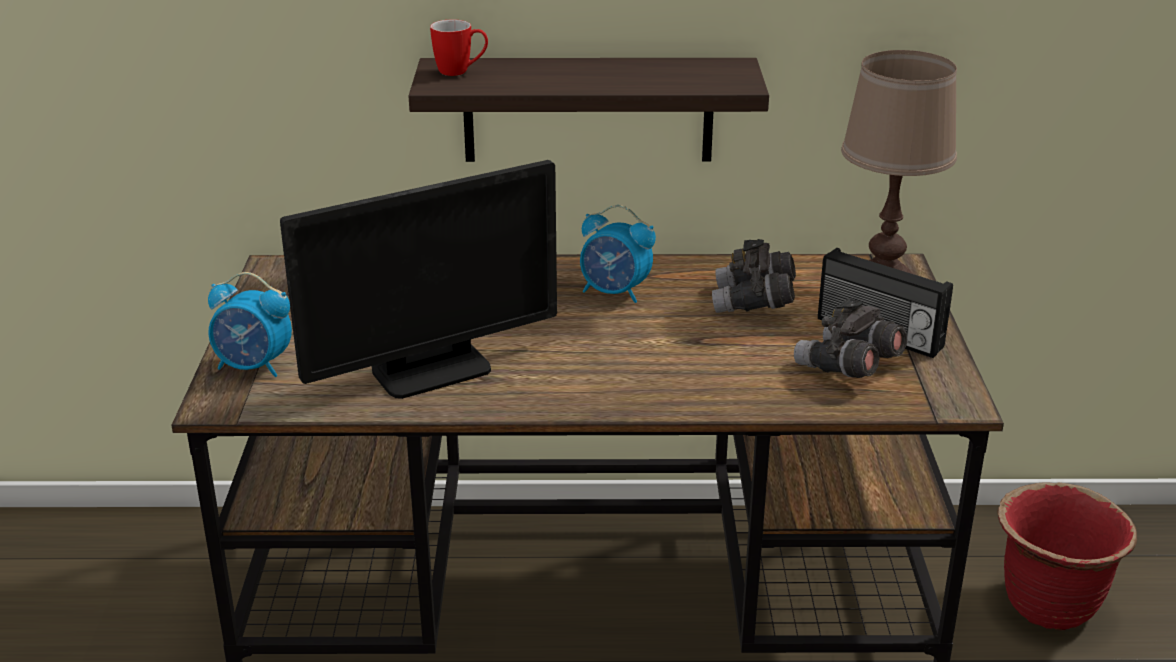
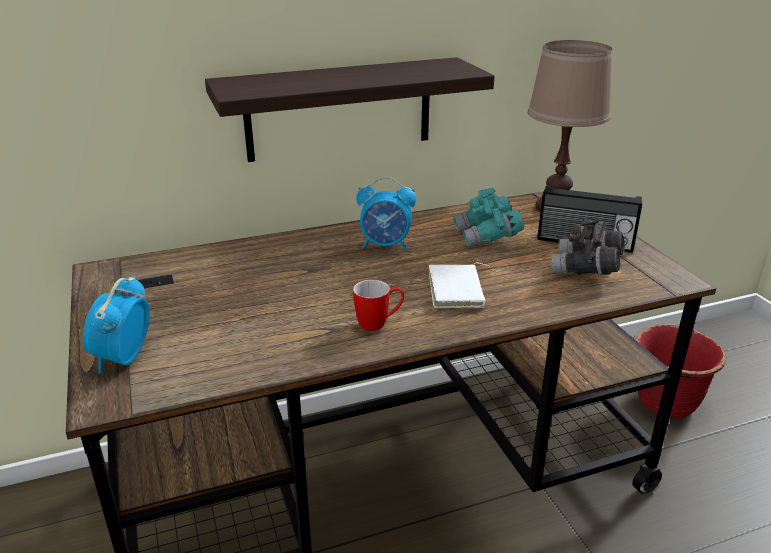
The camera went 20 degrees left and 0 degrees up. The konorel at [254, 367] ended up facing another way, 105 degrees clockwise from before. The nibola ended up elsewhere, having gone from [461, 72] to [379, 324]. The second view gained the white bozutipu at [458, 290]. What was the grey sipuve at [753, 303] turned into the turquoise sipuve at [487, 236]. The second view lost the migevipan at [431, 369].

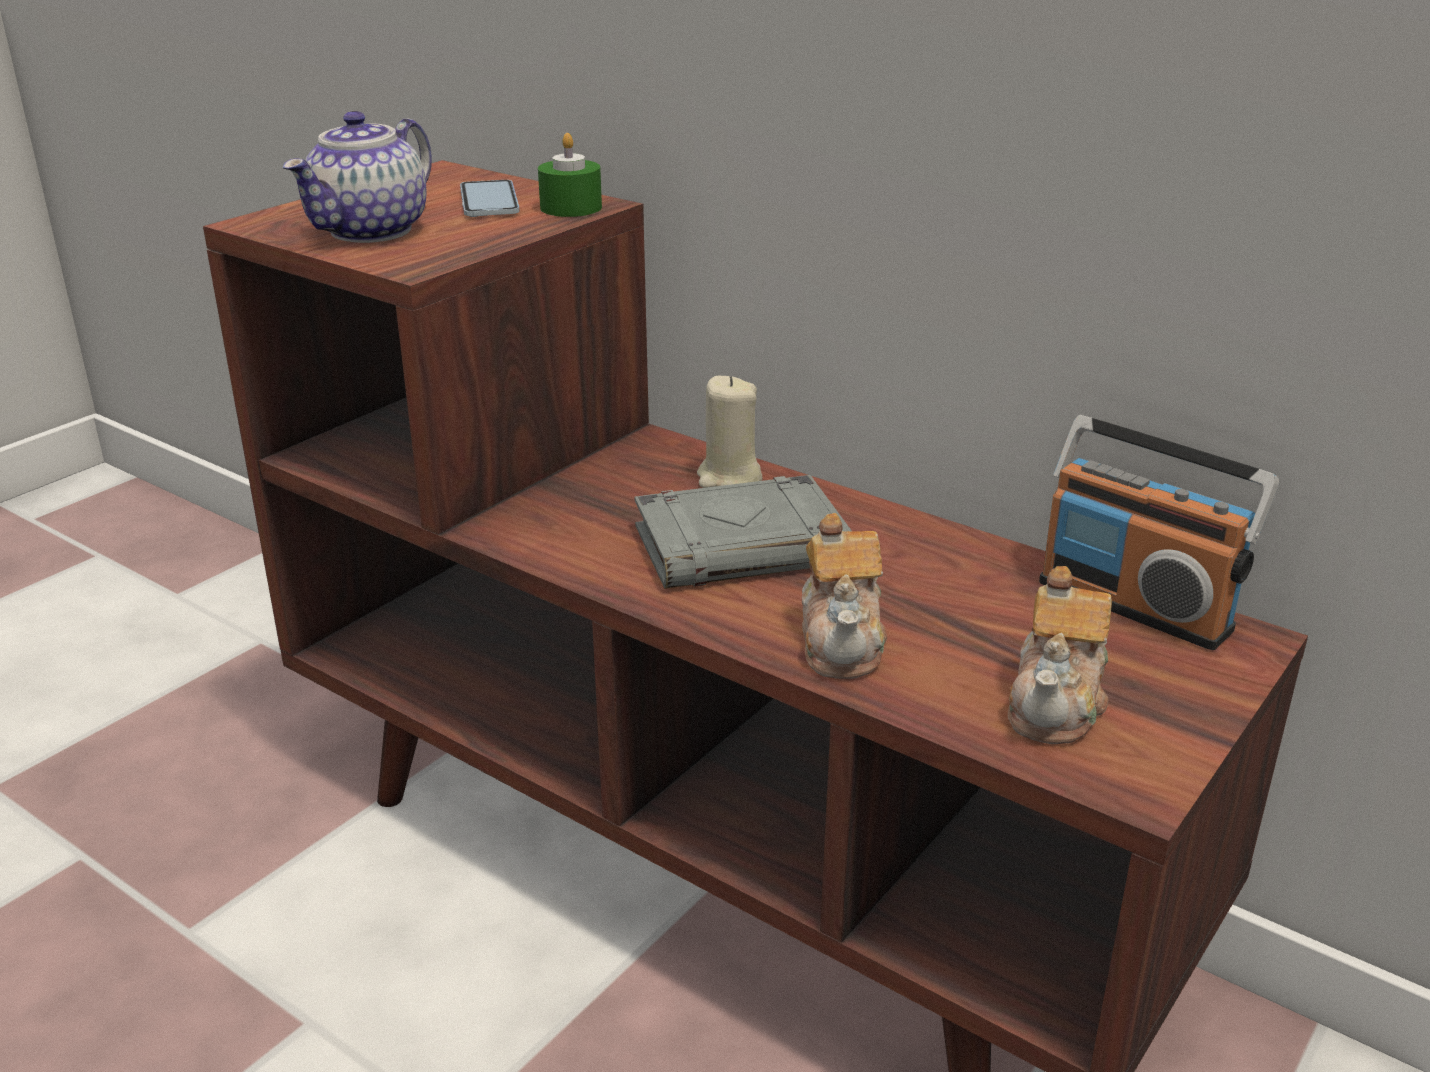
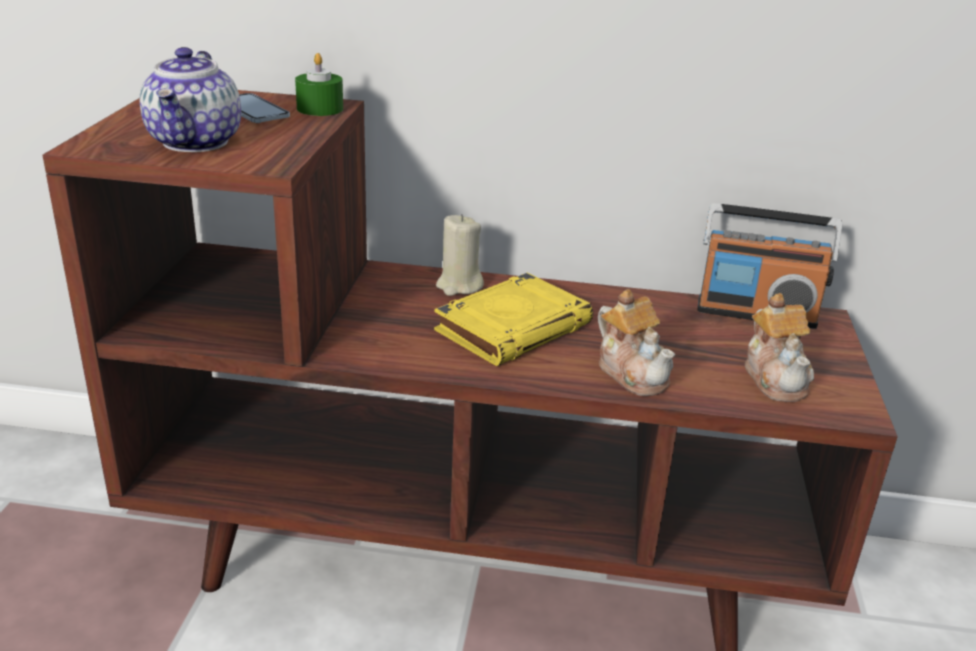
The camera went 30 degrees left and 0 degrees up. What was the grey bozutipu at [743, 545] turned into the yellow bozutipu at [514, 327].

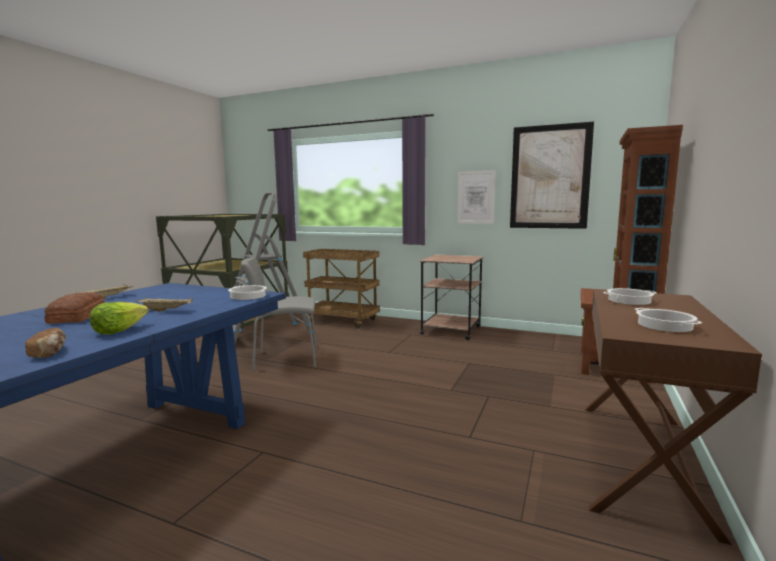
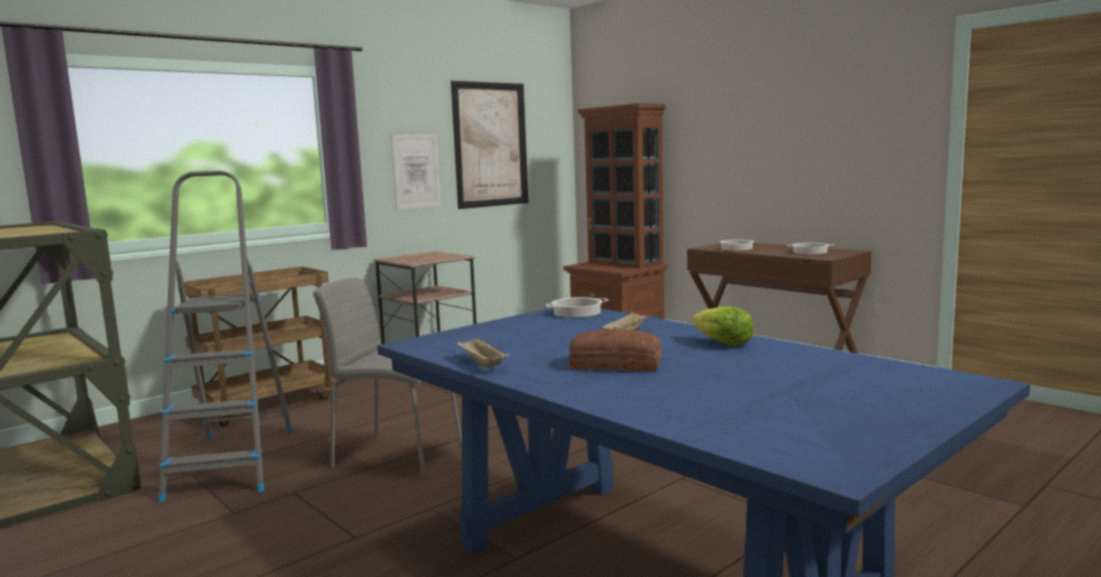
The camera went 65 degrees left and 0 degrees up. The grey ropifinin at [283, 359] ended up facing another way, 90 degrees clockwise from before. The second view lost the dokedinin at [49, 353].

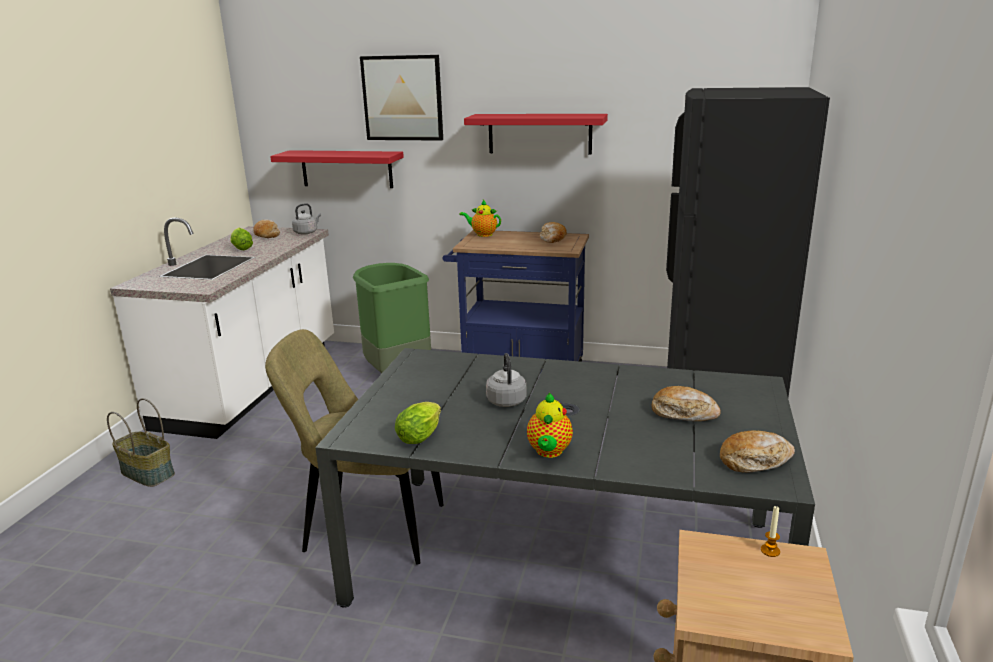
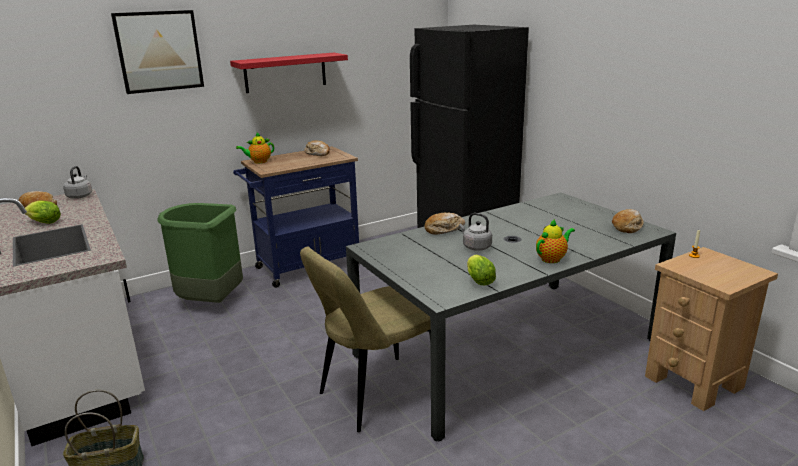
The camera went 45 degrees left and 0 degrees up. The dokedinin ended up elsewhere, having gone from [684, 413] to [444, 229]. The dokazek at [549, 452] ended up facing another way, 90 degrees counterclockwise from before. The second view lost the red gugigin at [346, 169].

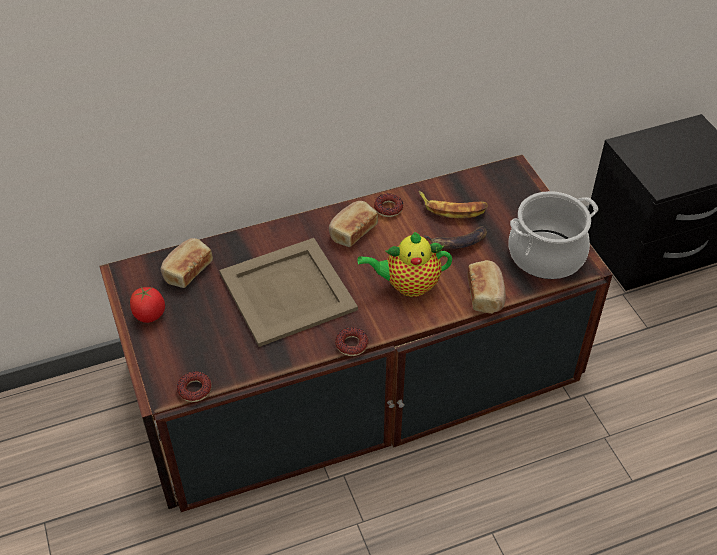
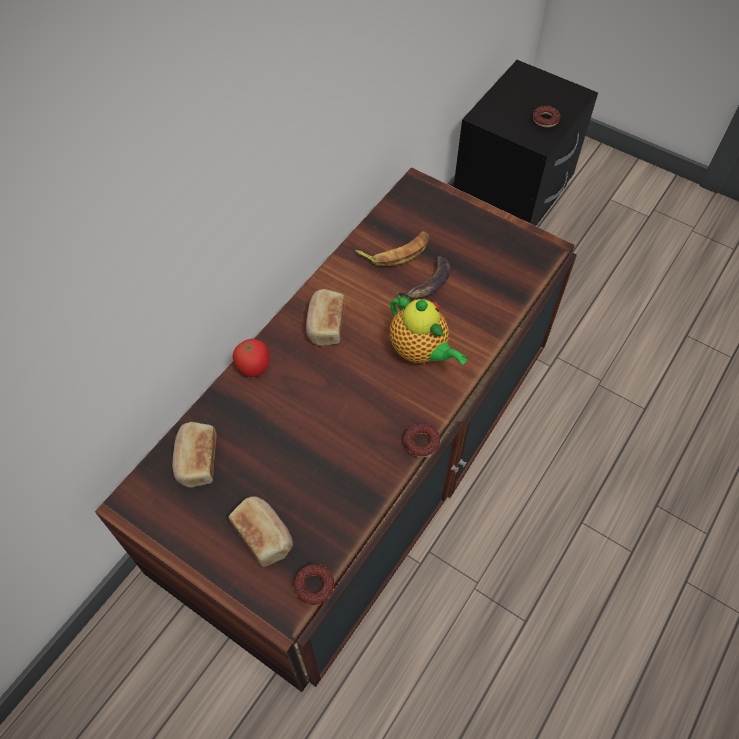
The camera went 35 degrees left and 10 degrees up. The dokedinin ended up elsewhere, having gone from [486, 294] to [264, 535]. The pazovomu ended up elsewhere, having gone from [150, 315] to [254, 367]. The dokazek at [408, 285] ended up facing another way, 90 degrees counterclockwise from before. The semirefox ended up elsewhere, having gone from [388, 208] to [545, 119]. The second view lost the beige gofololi at [289, 292]. The second view lost the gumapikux at [546, 254].

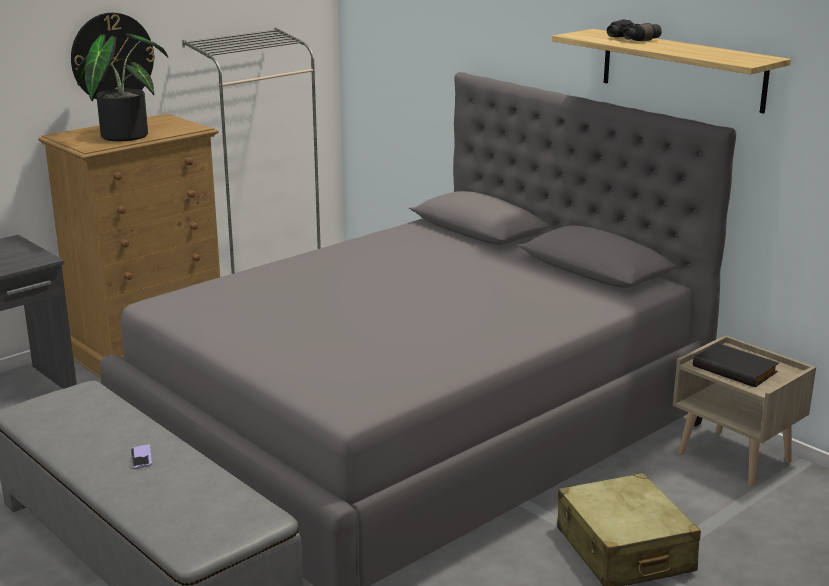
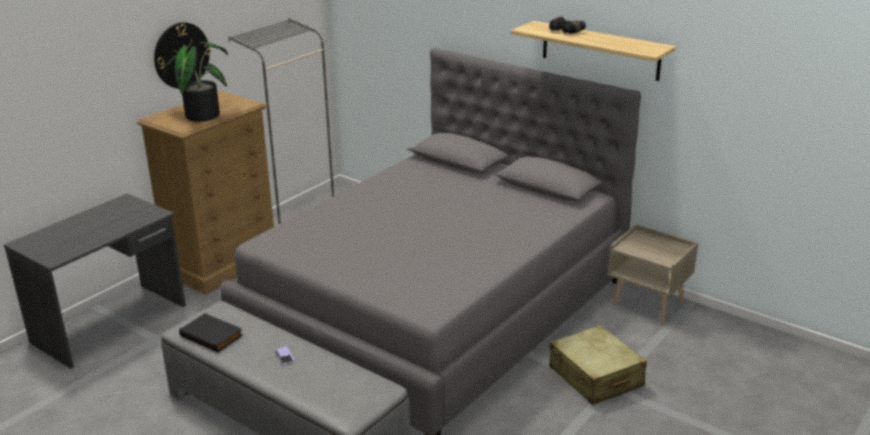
The camera went 10 degrees left and 5 degrees up. The black bozutipu ended up elsewhere, having gone from [736, 369] to [213, 335].

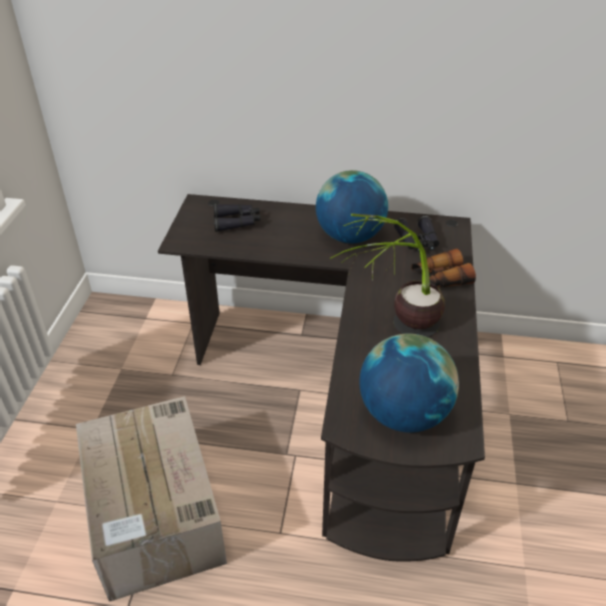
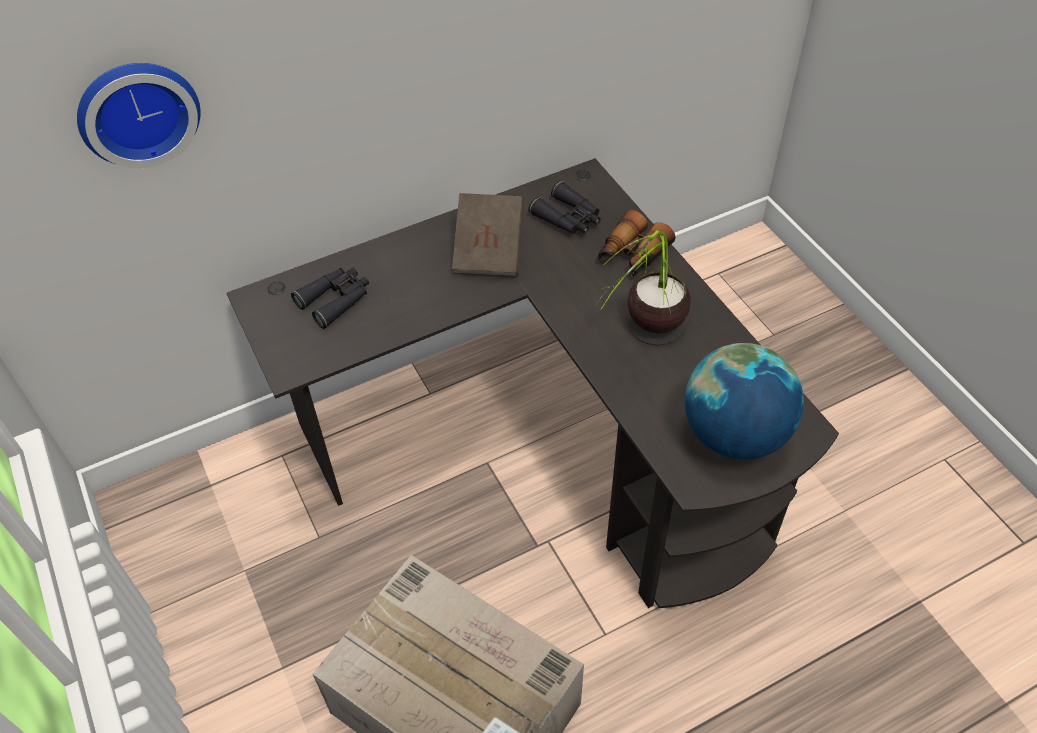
The camera went 35 degrees left and 10 degrees up. The second view gained the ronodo at [137, 110]. Where the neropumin stood at [349, 236], the brown bozutipu came to stand at [489, 250].

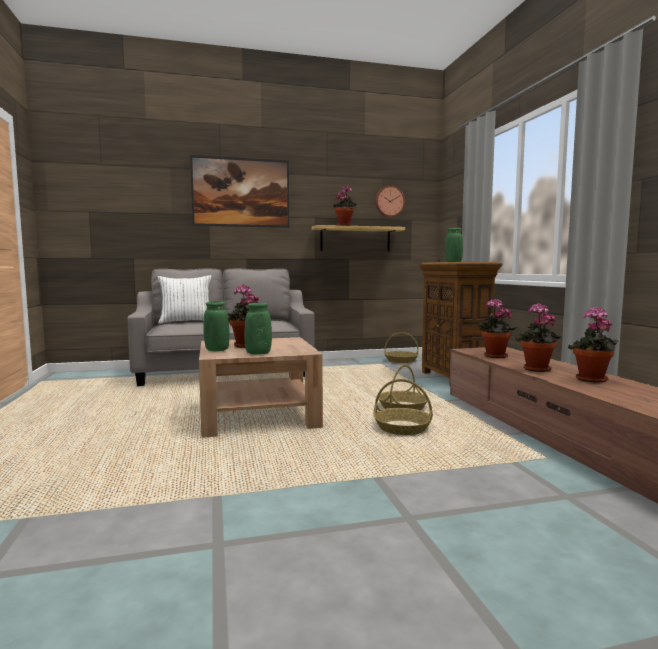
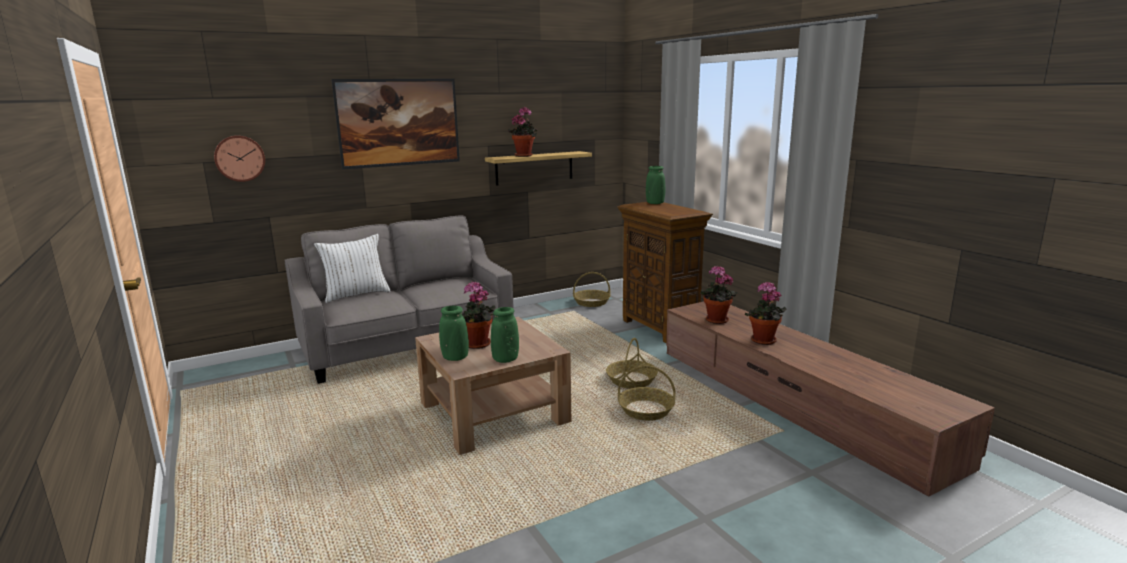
The camera went 15 degrees left and 10 degrees up. The ronodo ended up elsewhere, having gone from [389, 201] to [239, 158]. The second view lost the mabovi at [591, 380].

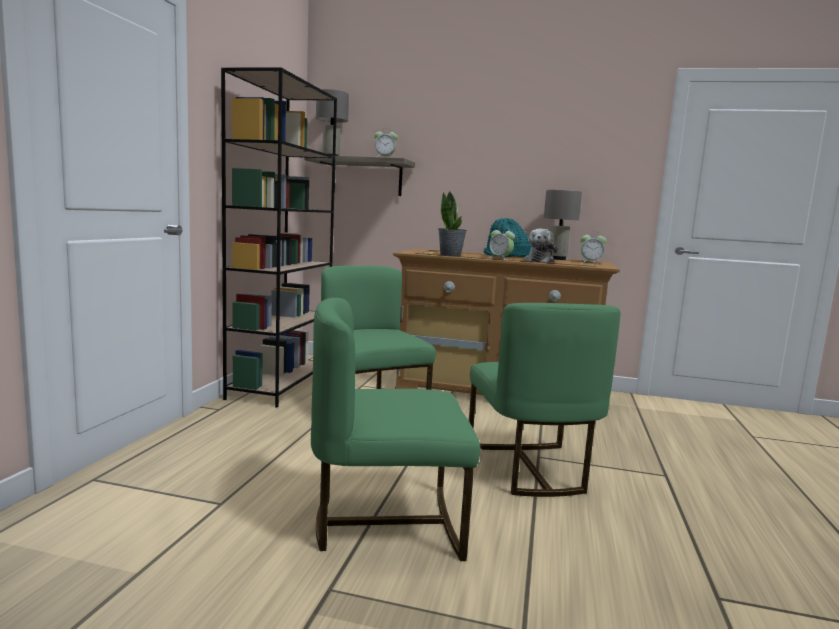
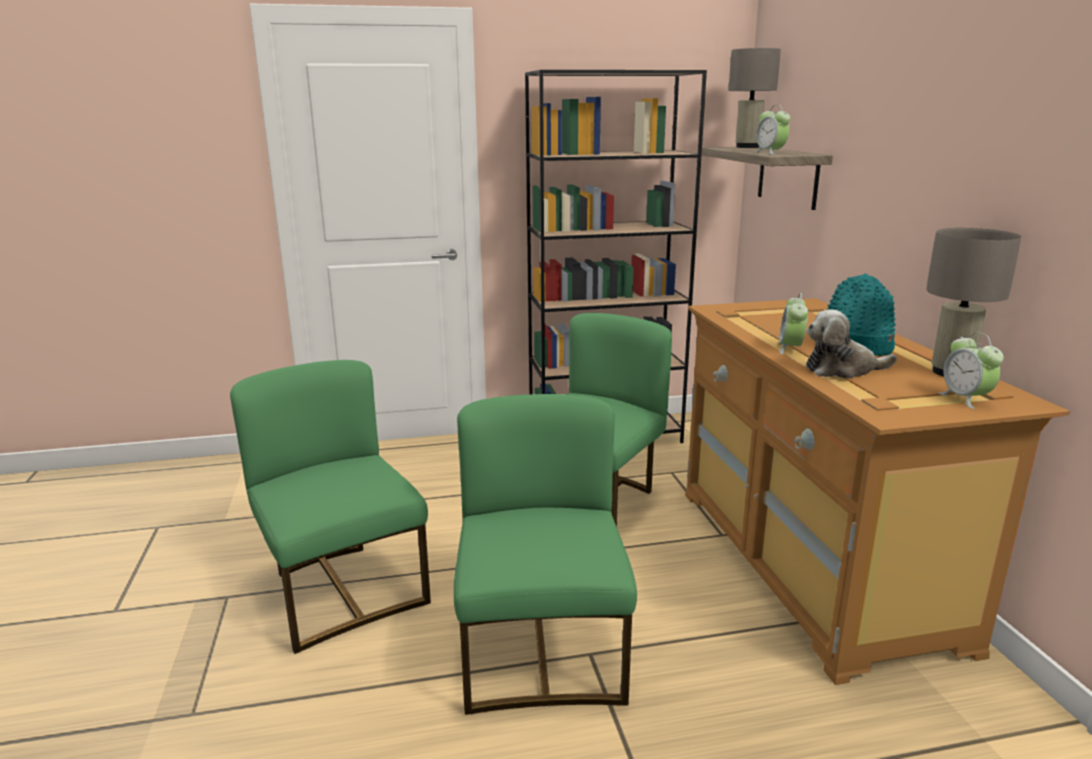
The camera went 65 degrees right and 10 degrees up. The green ropifinin at [529, 468] ended up facing another way, 120 degrees clockwise from before. The second view lost the mabovi at [450, 255].

